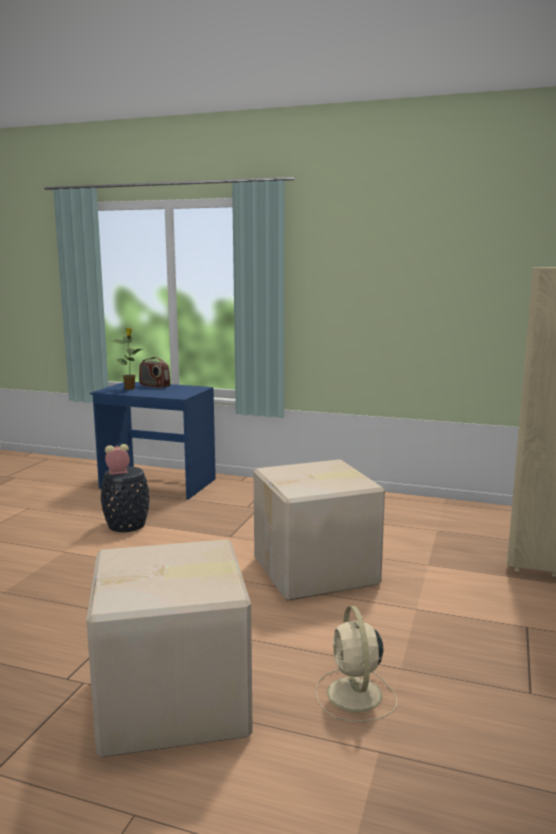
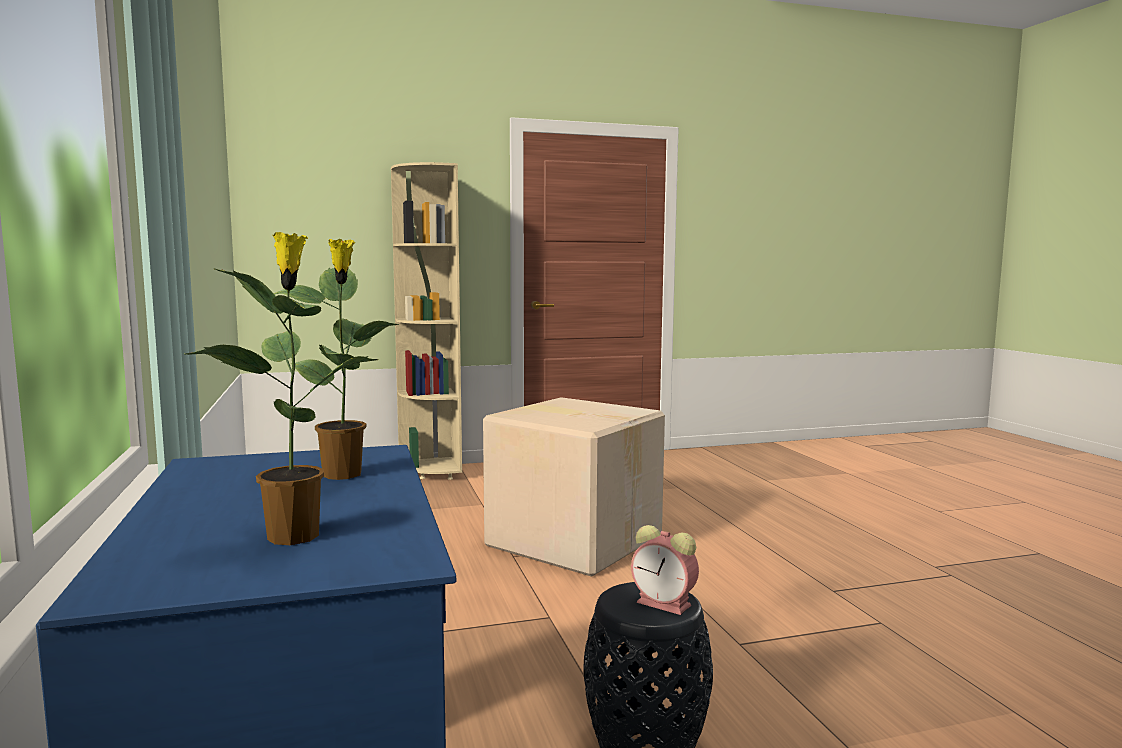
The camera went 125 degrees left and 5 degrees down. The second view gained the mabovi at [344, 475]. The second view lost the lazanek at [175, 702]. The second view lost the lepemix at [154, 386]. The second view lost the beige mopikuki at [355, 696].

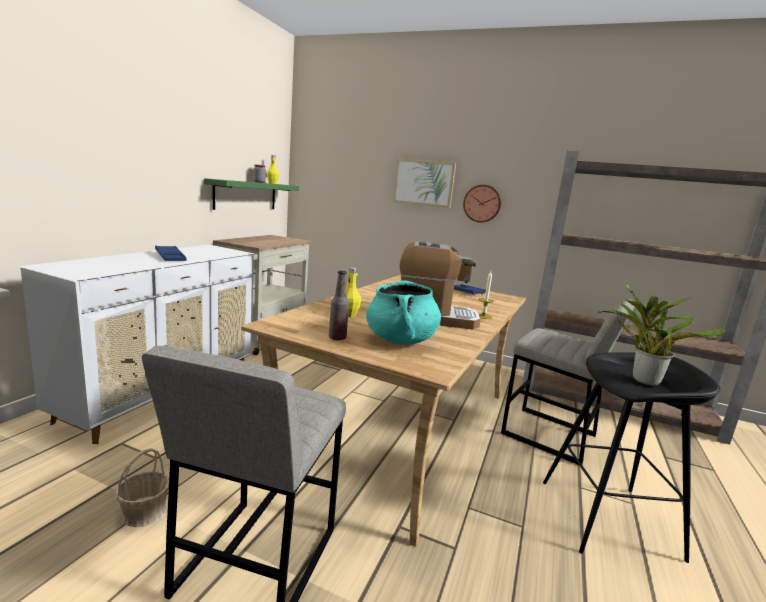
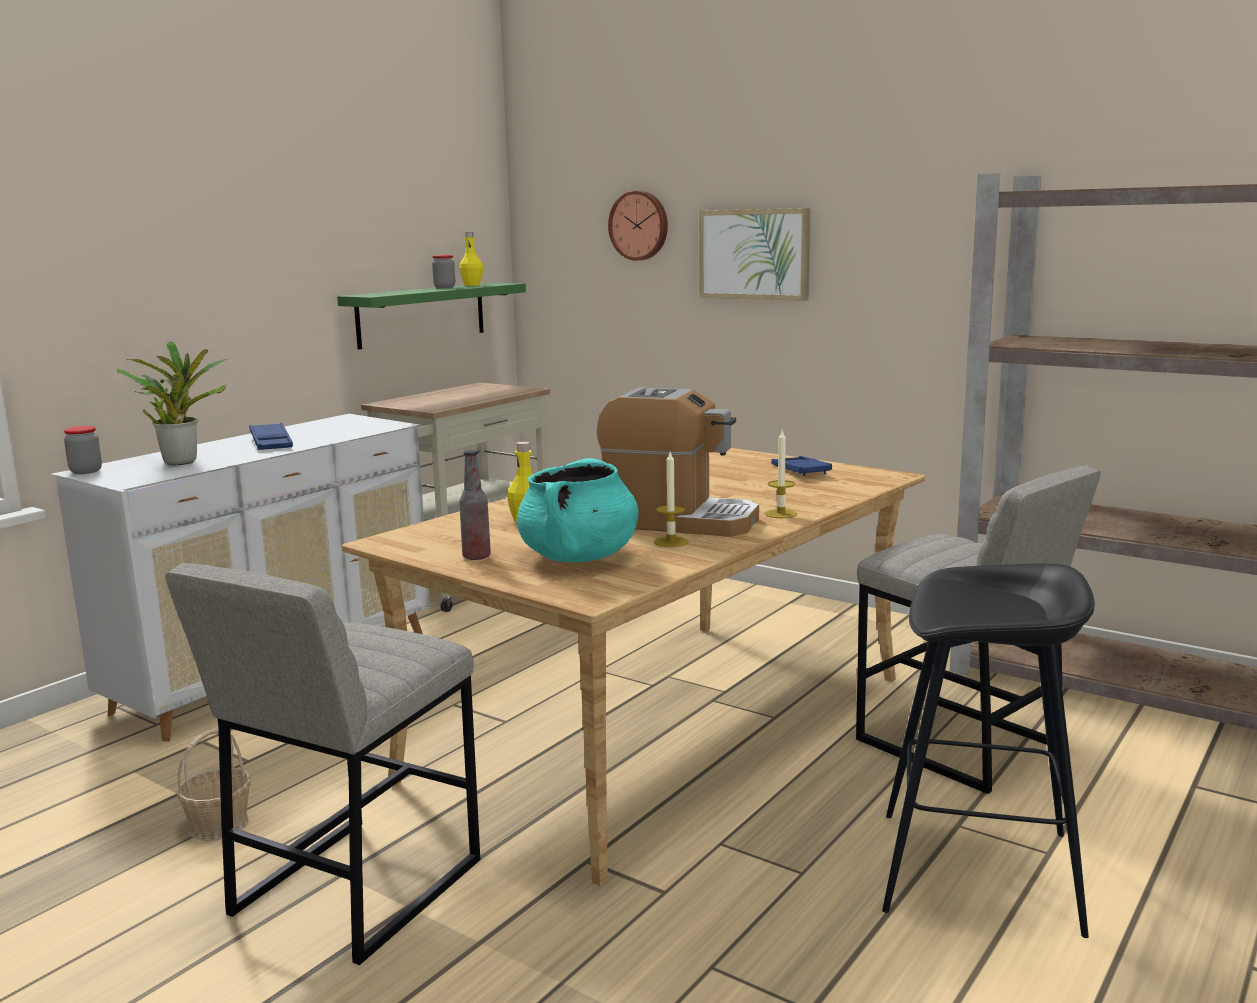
The camera went 15 degrees right and 0 degrees up. The second view gained the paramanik at [86, 471]. The mabovi ended up elsewhere, having gone from [642, 379] to [182, 461]. The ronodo ended up elsewhere, having gone from [482, 203] to [640, 225]. The second view gained the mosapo at [671, 542].

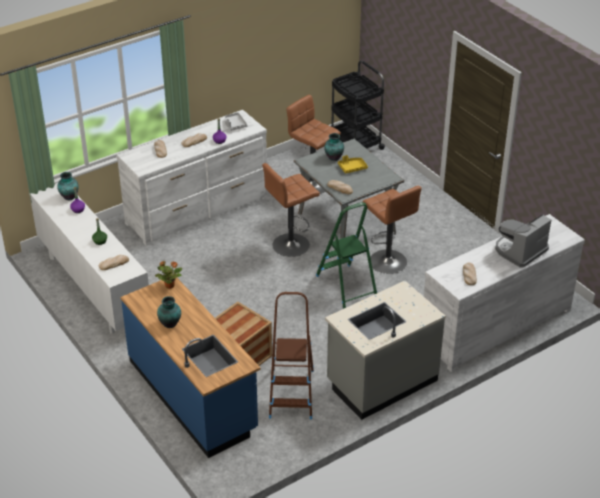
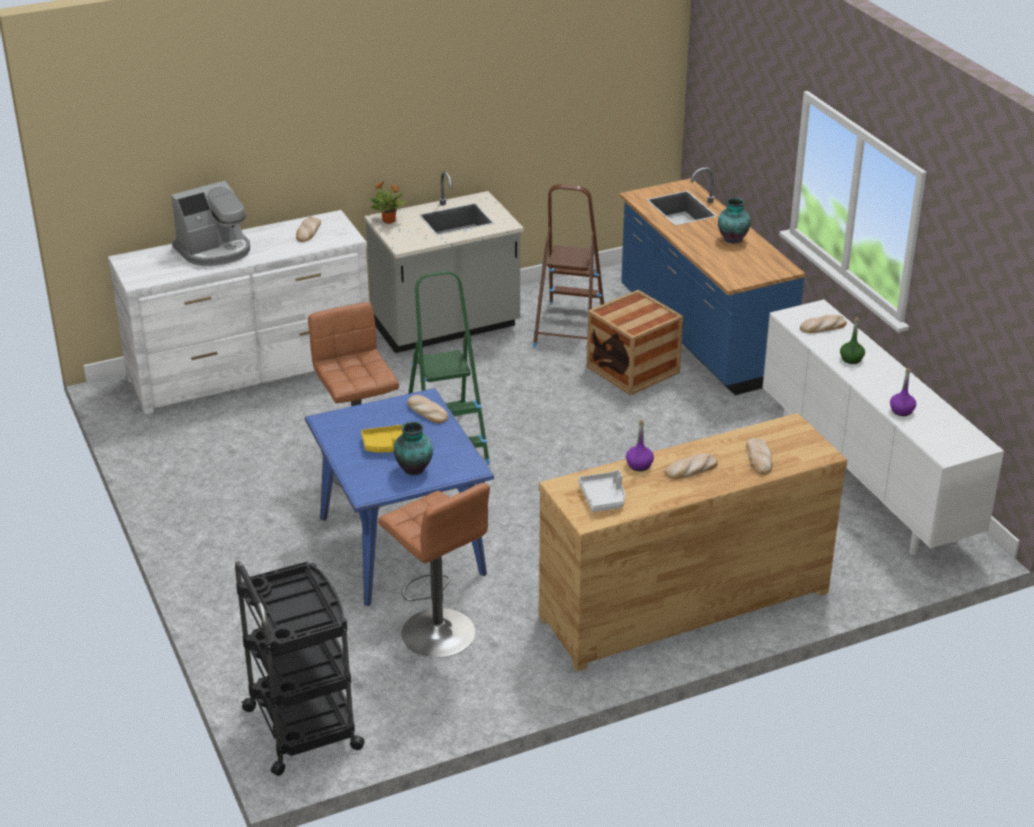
The camera went 170 degrees left and 5 degrees down. What was the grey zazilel at [347, 223] turned into the blue zazilel at [401, 545]. The mabovi ended up elsewhere, having gone from [169, 285] to [389, 221]. What was the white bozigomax at [198, 210] turned into the brown bozigomax at [683, 603]. The second view lost the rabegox at [69, 197]. The second view lost the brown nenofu at [290, 245].

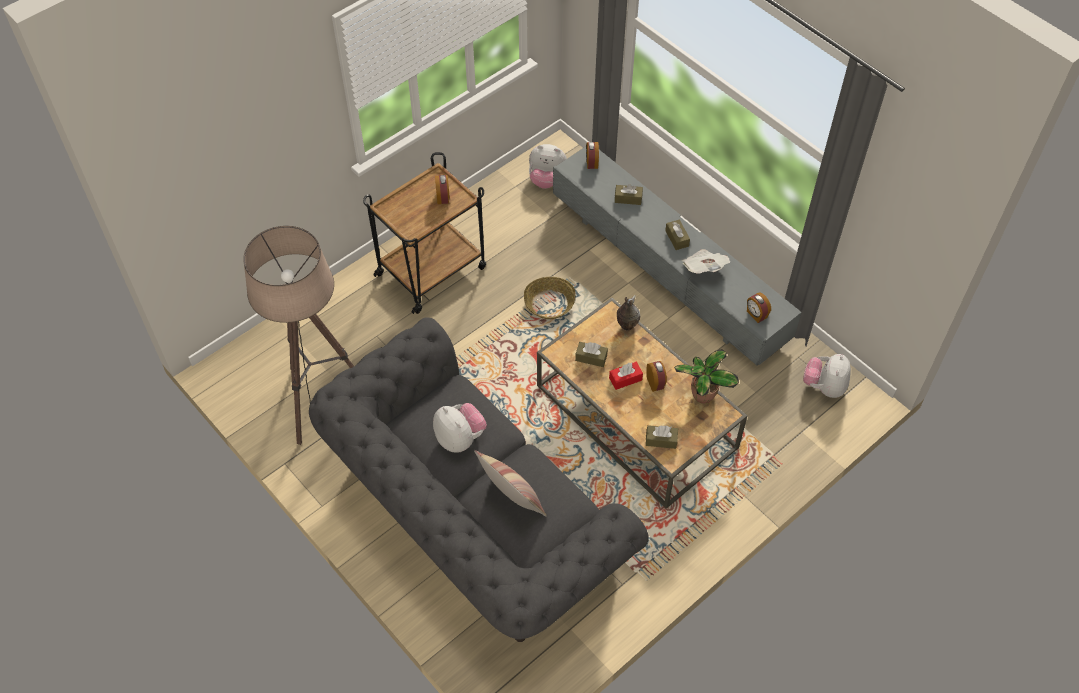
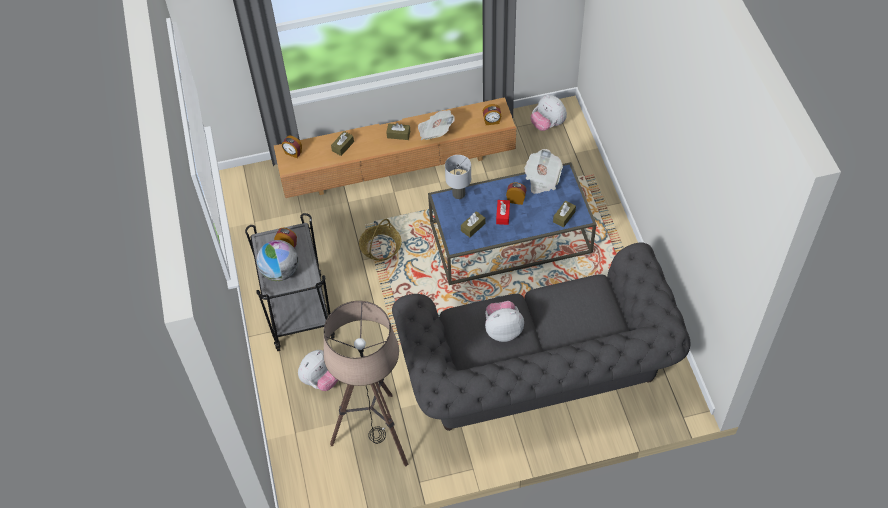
The camera went 60 degrees left and 0 degrees up. What was the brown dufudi at [432, 270] turned into the grey dufudi at [298, 309]. The second view gained the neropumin at [280, 272]. What was the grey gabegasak at [668, 269] turned into the brown gabegasak at [397, 163]. The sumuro ended up elsewhere, having gone from [546, 179] to [320, 380]. What was the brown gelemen at [635, 417] turned into the blue gelemen at [510, 238]. Where the rabegox stood at [626, 326], the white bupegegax came to stand at [458, 195]. Where the mabovi stood at [702, 396], the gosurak came to stand at [542, 179]. The second view lost the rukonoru at [512, 499].

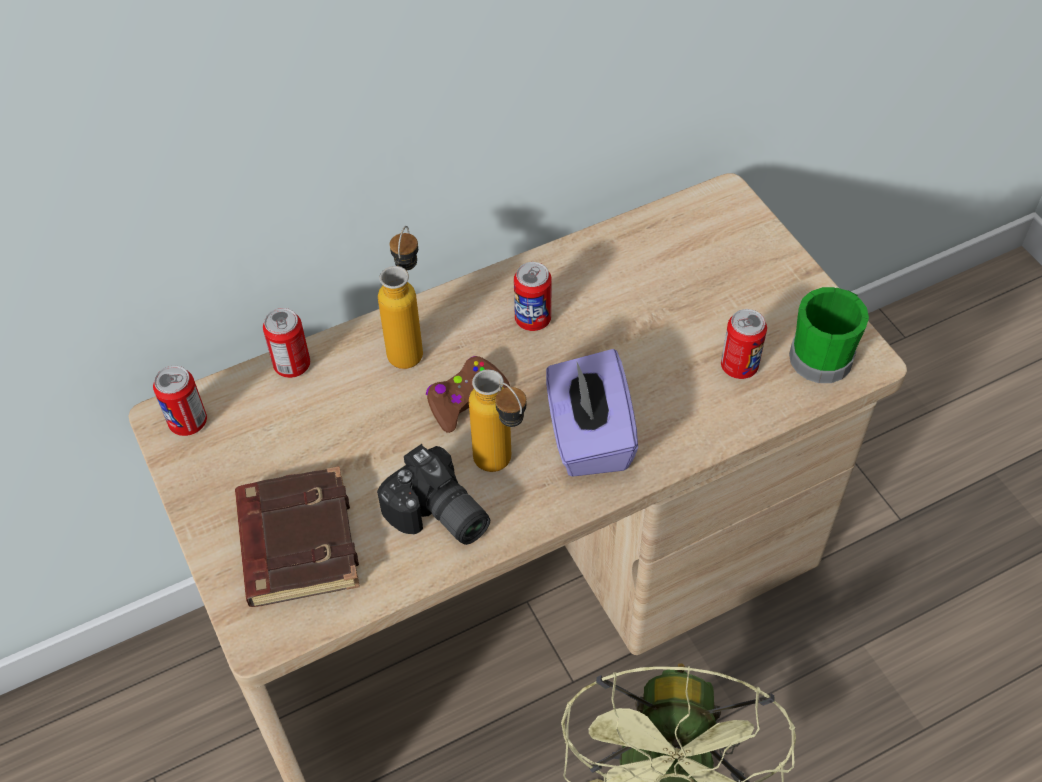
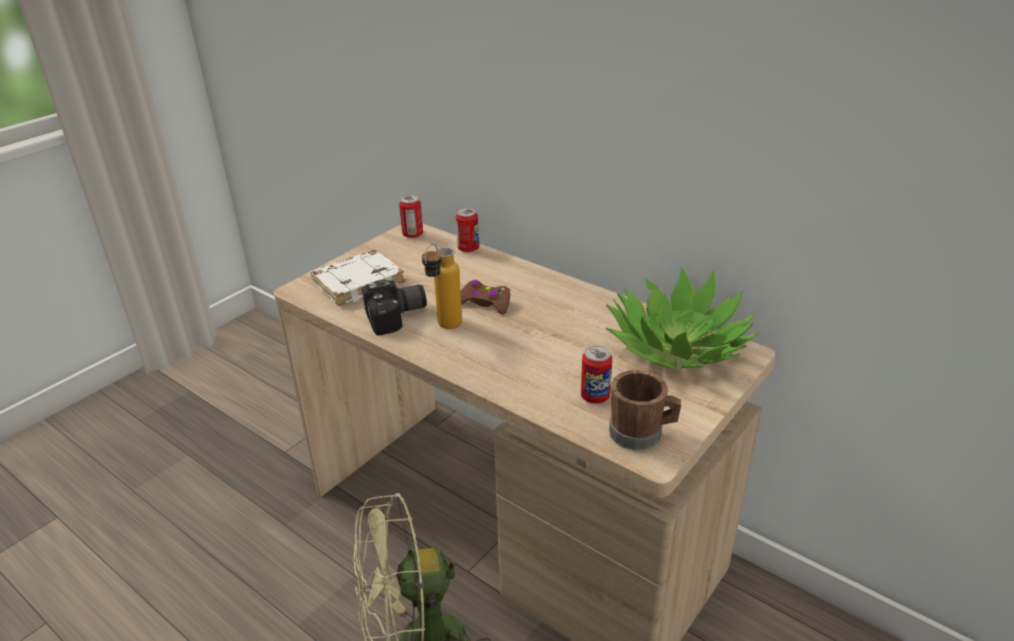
The camera went 65 degrees right and 20 degrees down. What was the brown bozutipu at [295, 542] turned into the white bozutipu at [358, 282]. The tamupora at [437, 517] ended up facing another way, 135 degrees counterclockwise from before. The second view gained the mabovi at [676, 346]. What was the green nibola at [824, 354] turned into the brown nibola at [641, 434]. The second view lost the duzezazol at [409, 344]. The second view lost the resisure at [533, 319]. The second view lost the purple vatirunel at [588, 436].

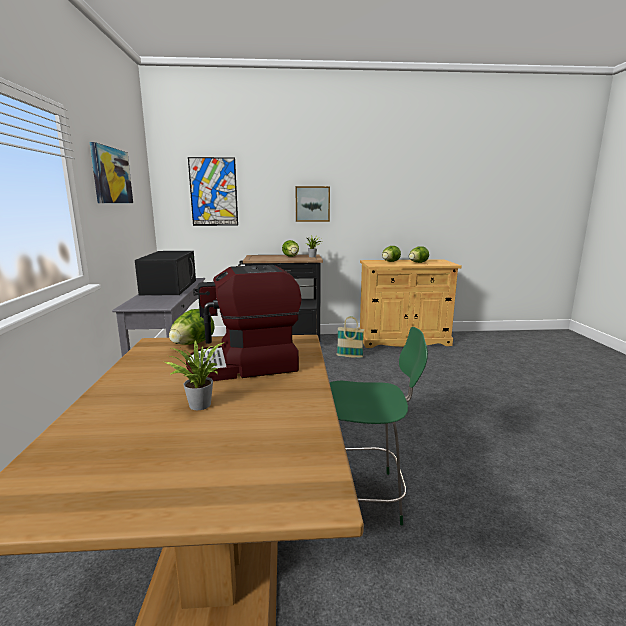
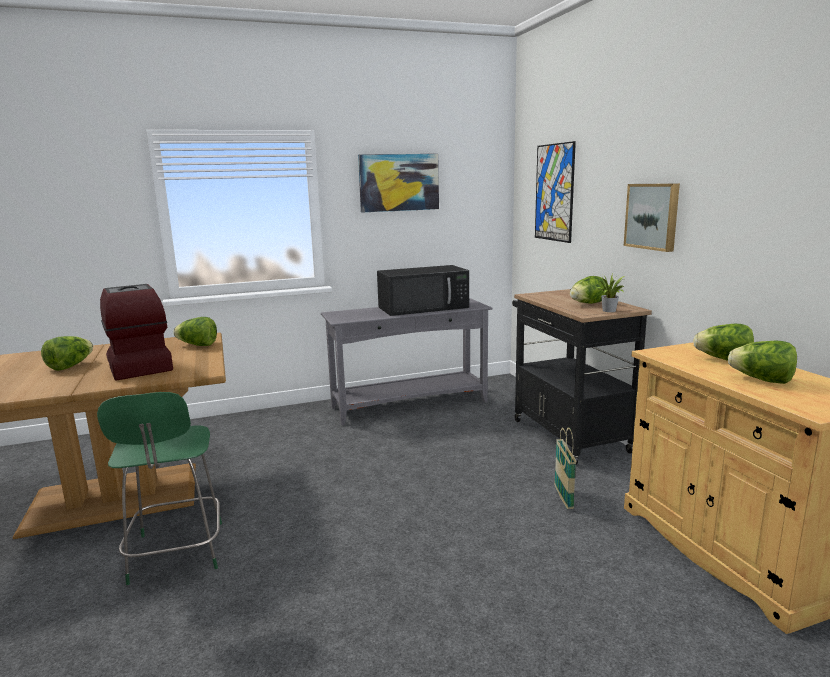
The camera went 75 degrees right and 0 degrees up. Where the mabovi stood at [198, 404], the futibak came to stand at [70, 366].

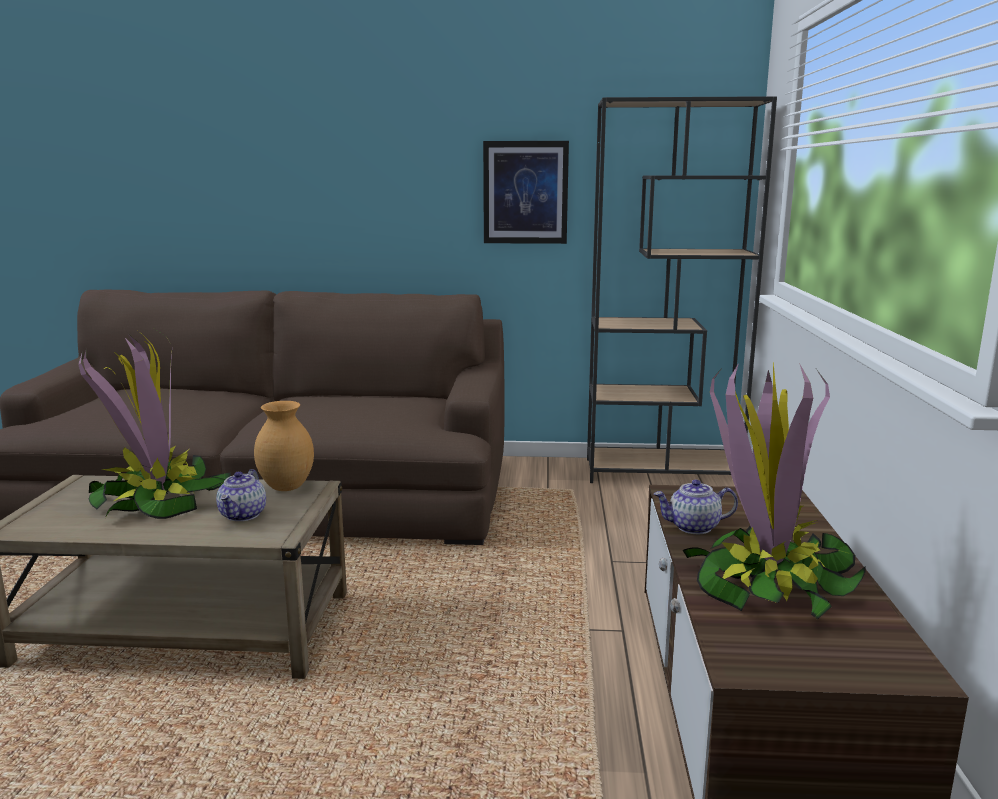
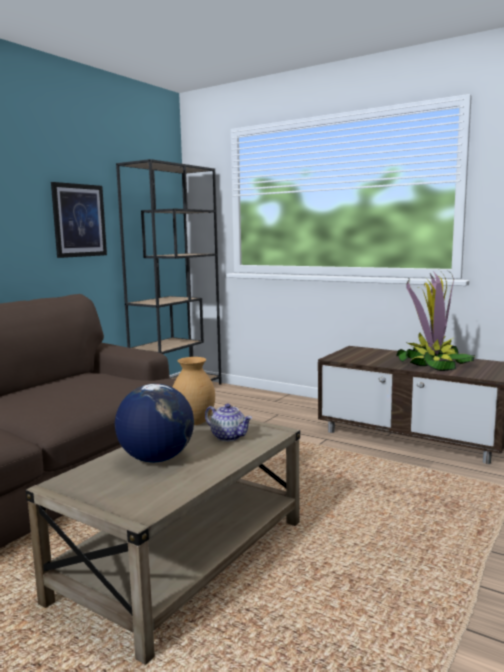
The camera went 60 degrees left and 5 degrees down. Where the mabovi stood at [157, 500], the neropumin came to stand at [156, 459]. The second view lost the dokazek at [693, 527].

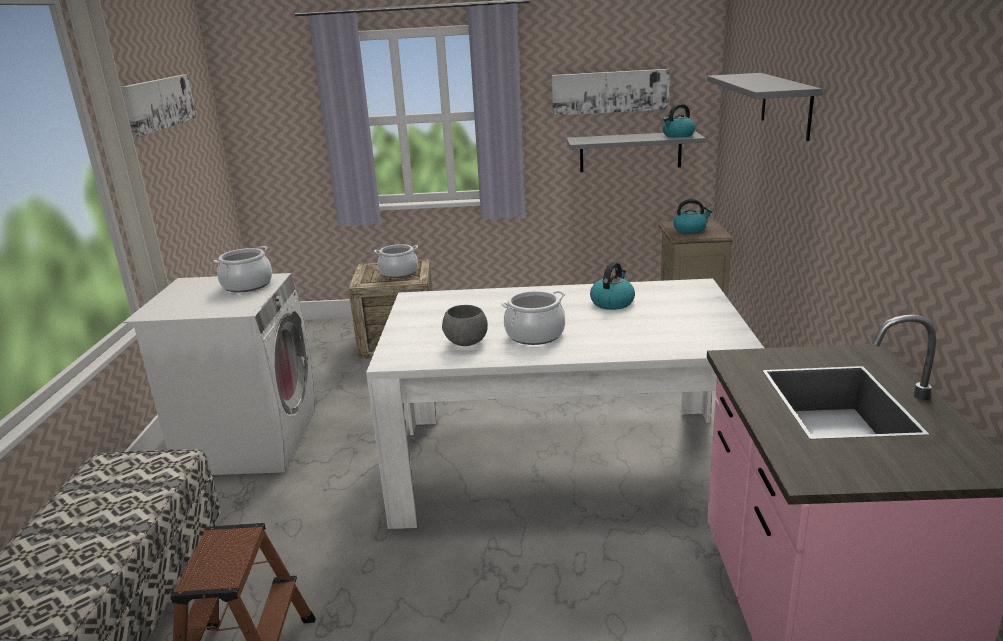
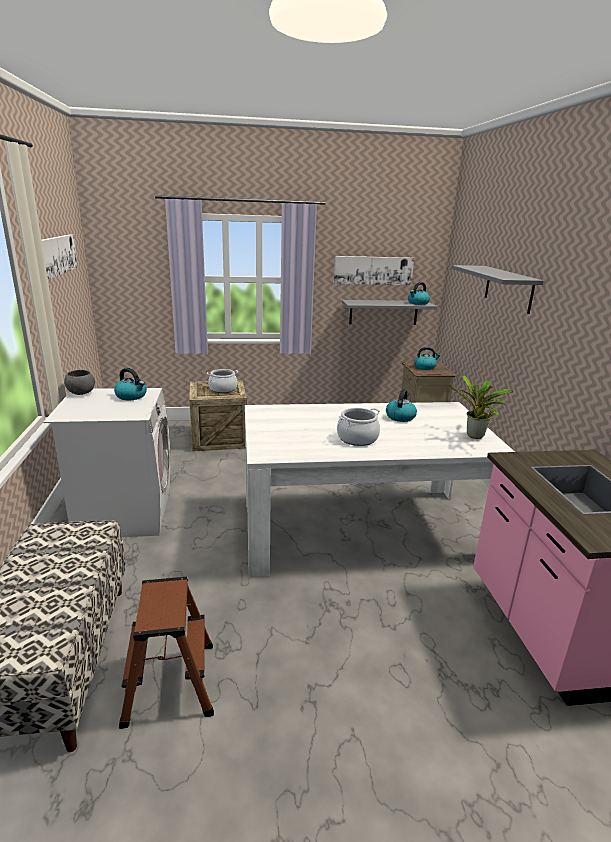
The camera went 10 degrees left and 0 degrees up. The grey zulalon ended up elsewhere, having gone from [465, 343] to [81, 393]. Where the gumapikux stood at [247, 285], the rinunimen came to stand at [132, 396]. The second view gained the mabovi at [474, 437].

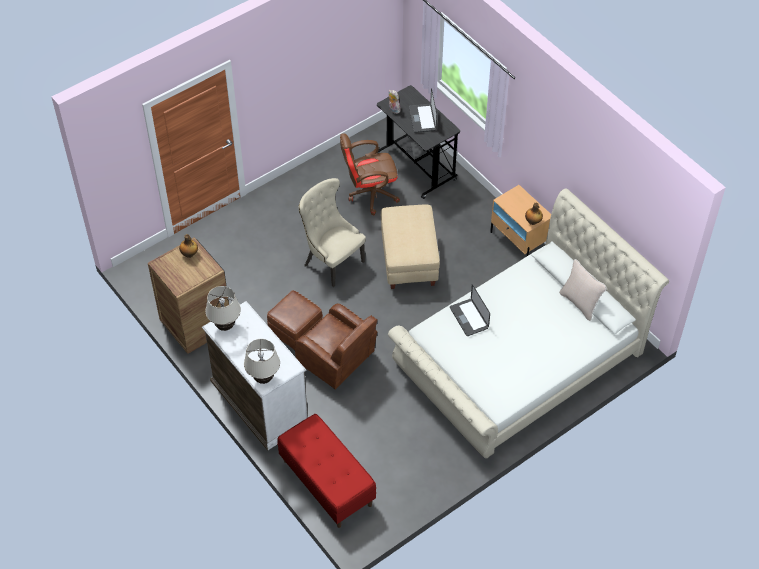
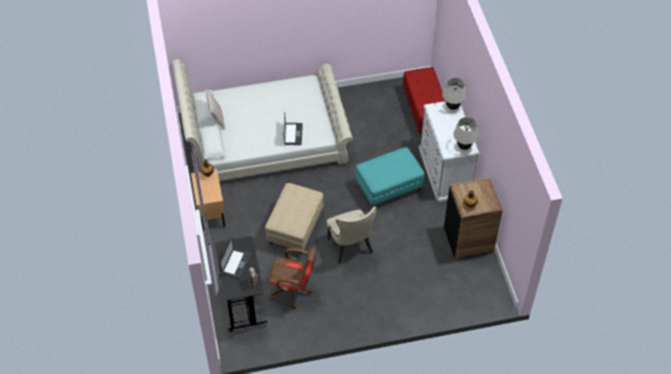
The camera went 155 degrees left and 0 degrees up. Where the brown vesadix stood at [324, 351], the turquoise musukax came to stand at [388, 187].

